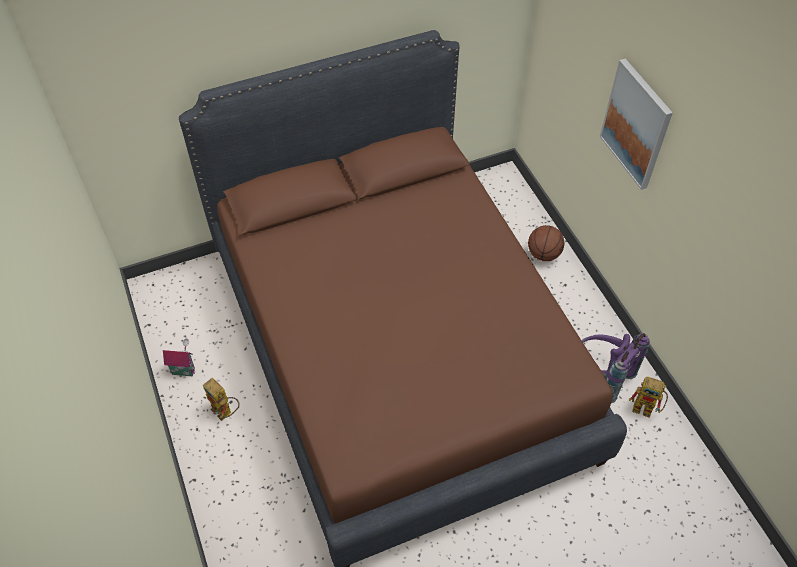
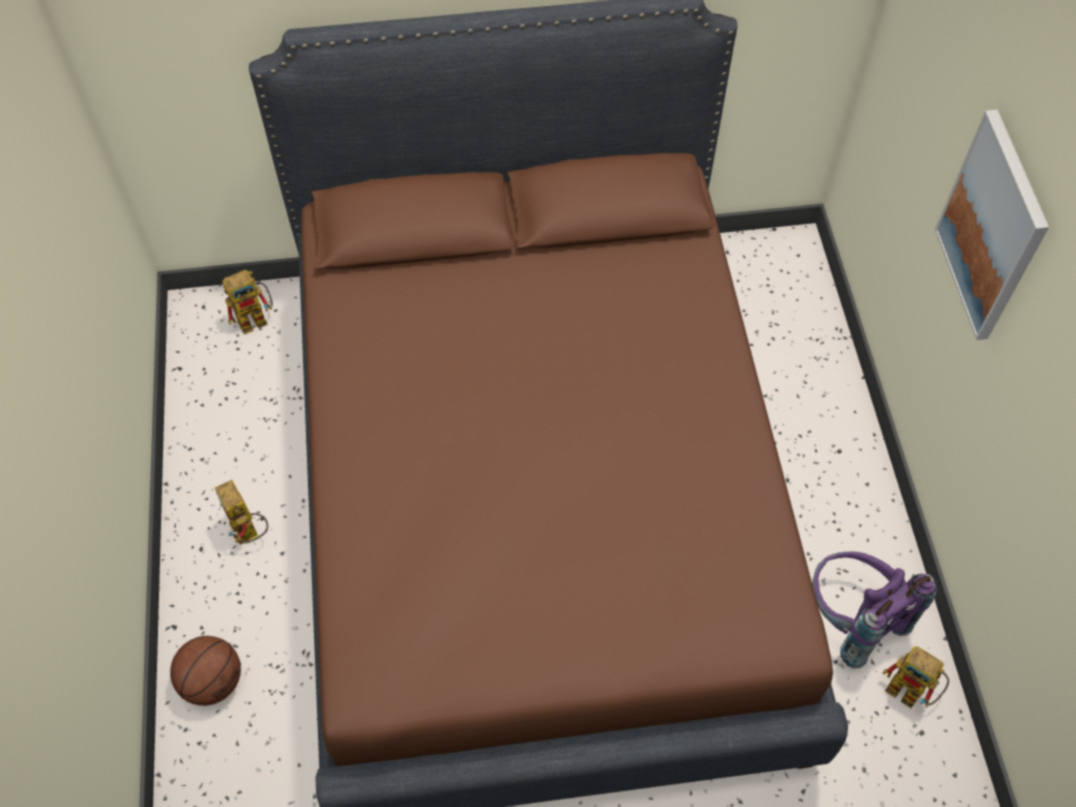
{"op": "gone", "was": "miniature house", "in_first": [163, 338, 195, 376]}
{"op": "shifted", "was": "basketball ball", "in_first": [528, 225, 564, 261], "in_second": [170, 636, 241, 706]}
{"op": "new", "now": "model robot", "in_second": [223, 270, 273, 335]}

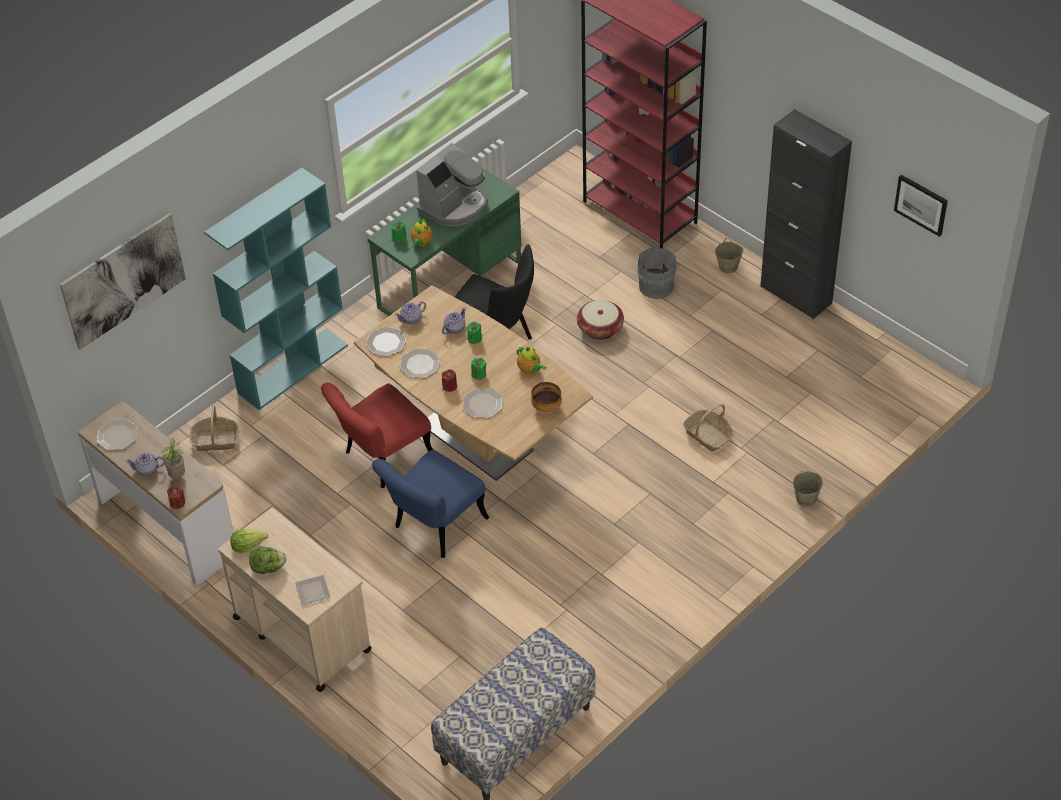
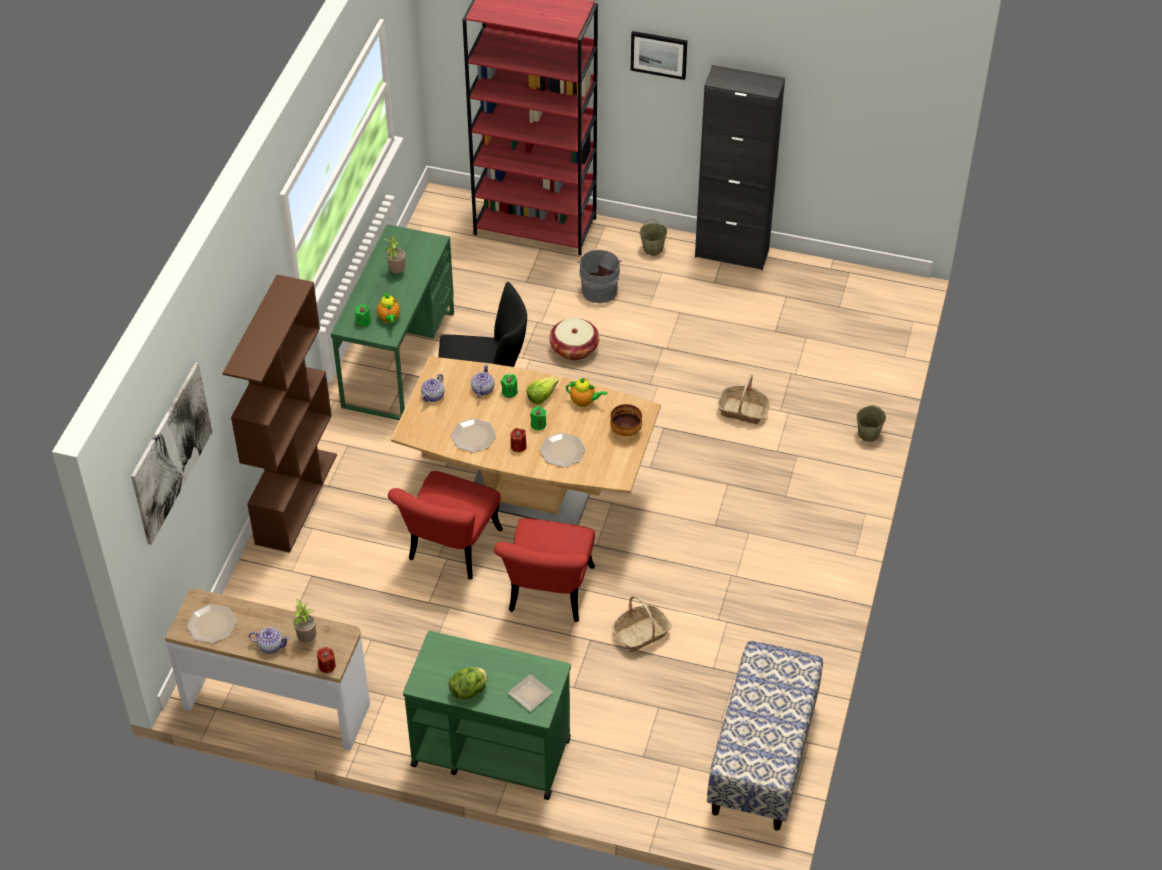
{"op": "rotated", "was": "tea pot", "in_first": [126, 453, 164, 476], "in_second": [249, 627, 290, 654], "clockwise": -135}
{"op": "shifted", "was": "storage basket", "in_first": [190, 405, 239, 451], "in_second": [612, 596, 672, 652]}
{"op": "repainted", "was": "turquoise bookshelf", "now": "brownish bookshelf", "in_first": [204, 168, 348, 410], "in_second": [223, 275, 337, 553]}
{"op": "repainted", "was": "beige-coloured cart", "now": "greenish cart", "in_first": [218, 508, 372, 692], "in_second": [403, 631, 571, 800]}
{"op": "shifted", "was": "lettuce head", "in_first": [230, 529, 268, 553], "in_second": [526, 377, 559, 404]}
{"op": "gone", "was": "flat dish", "in_first": [365, 326, 407, 357]}
{"op": "repainted", "was": "blue-coloured upright chair", "now": "reddish upright chair", "in_first": [372, 450, 489, 558], "in_second": [494, 518, 595, 622]}
{"op": "swapped", "was": "coffee brewer", "now": "potted plant", "in_first": [416, 143, 488, 226], "in_second": [383, 235, 406, 273]}
{"op": "shifted", "was": "wall art", "in_first": [894, 175, 948, 237], "in_second": [631, 31, 687, 80]}

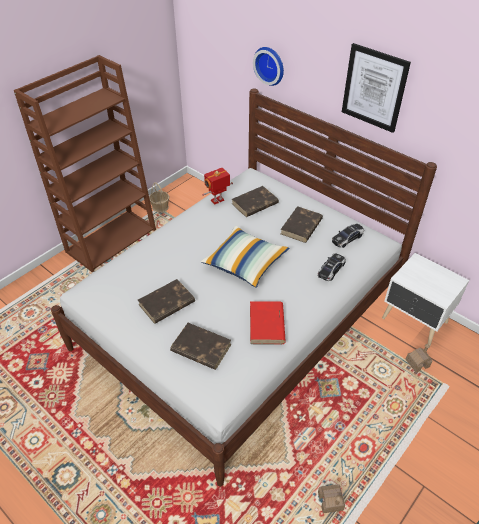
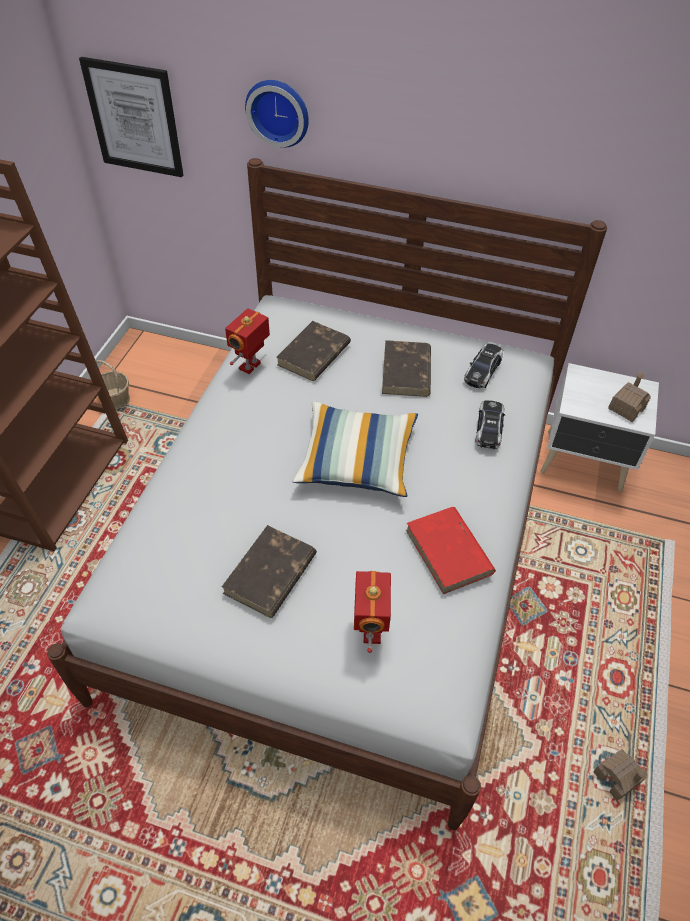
{"op": "swapped", "was": "brownish volume", "now": "model robot", "in_first": [170, 323, 231, 370], "in_second": [354, 571, 391, 653]}
{"op": "shifted", "was": "wall art", "in_first": [342, 43, 411, 133], "in_second": [79, 57, 183, 177]}
{"op": "shifted", "was": "miniature house", "in_first": [405, 344, 433, 373], "in_second": [608, 372, 651, 422]}

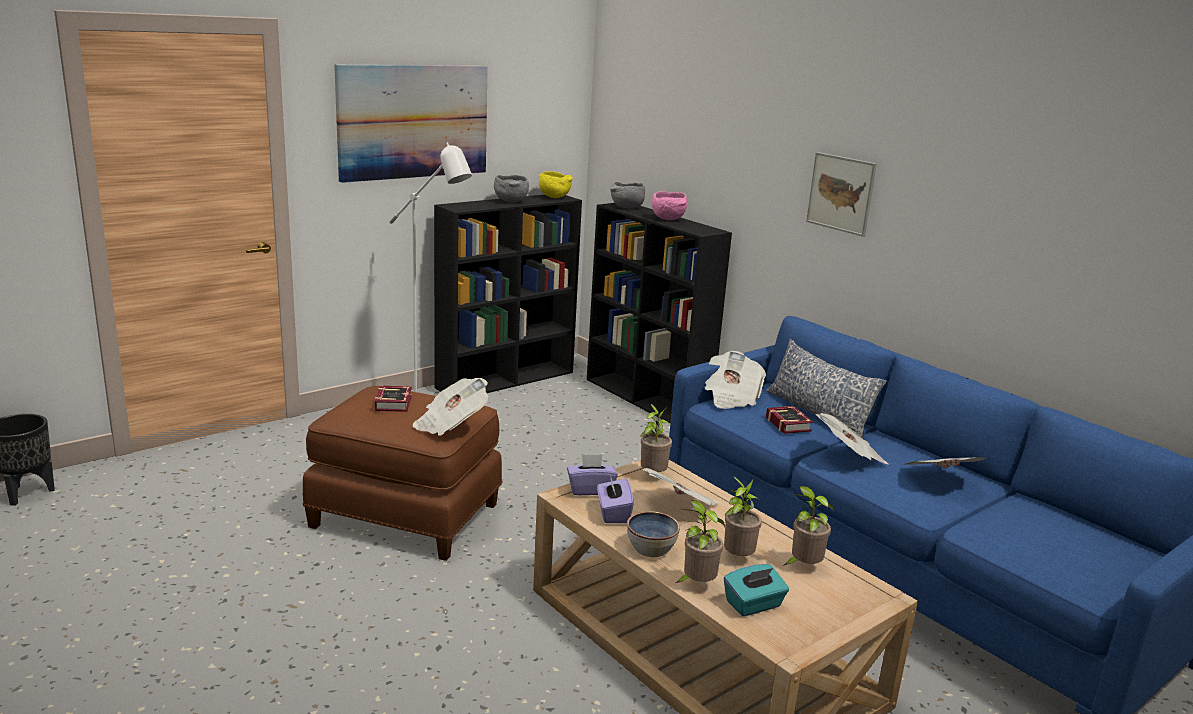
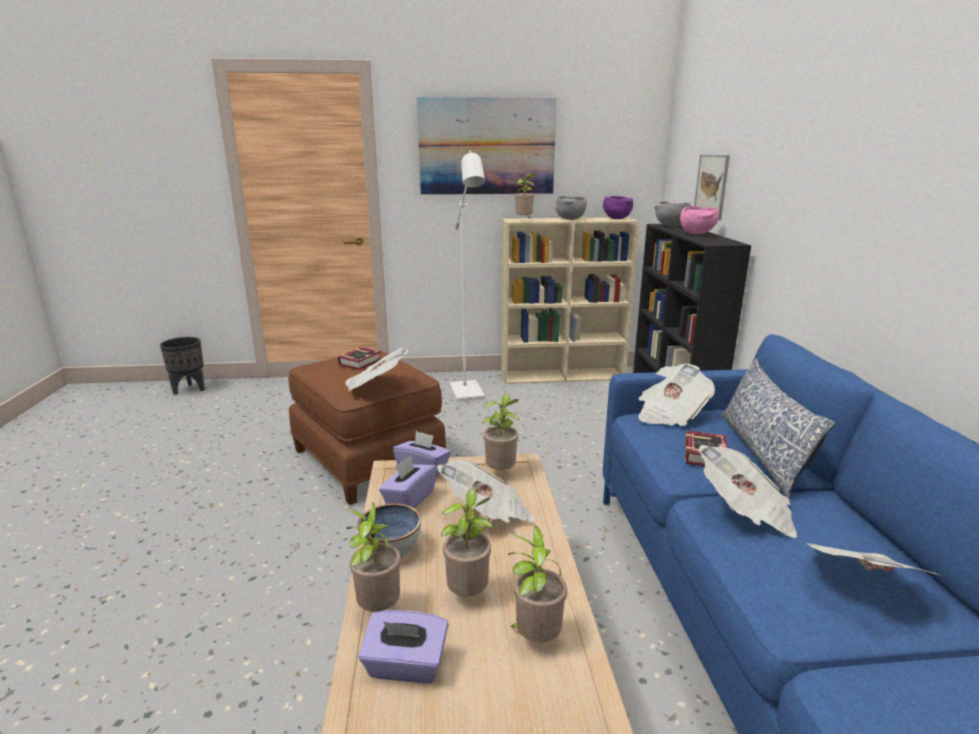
{"op": "repainted", "was": "black bookshelf", "now": "beige-coloured bookshelf", "in_first": [434, 195, 582, 393], "in_second": [501, 217, 639, 384]}
{"op": "repainted", "was": "yellow-coloured serving bowl", "now": "purple serving bowl", "in_first": [539, 171, 573, 198], "in_second": [603, 196, 633, 219]}
{"op": "repainted", "was": "turquoise tissue box", "now": "purple tissue box", "in_first": [724, 564, 789, 616], "in_second": [359, 610, 449, 683]}
{"op": "shifted", "was": "wall art", "in_first": [806, 152, 877, 237], "in_second": [694, 154, 730, 221]}
{"op": "new", "now": "potted plant", "in_second": [515, 174, 536, 219]}

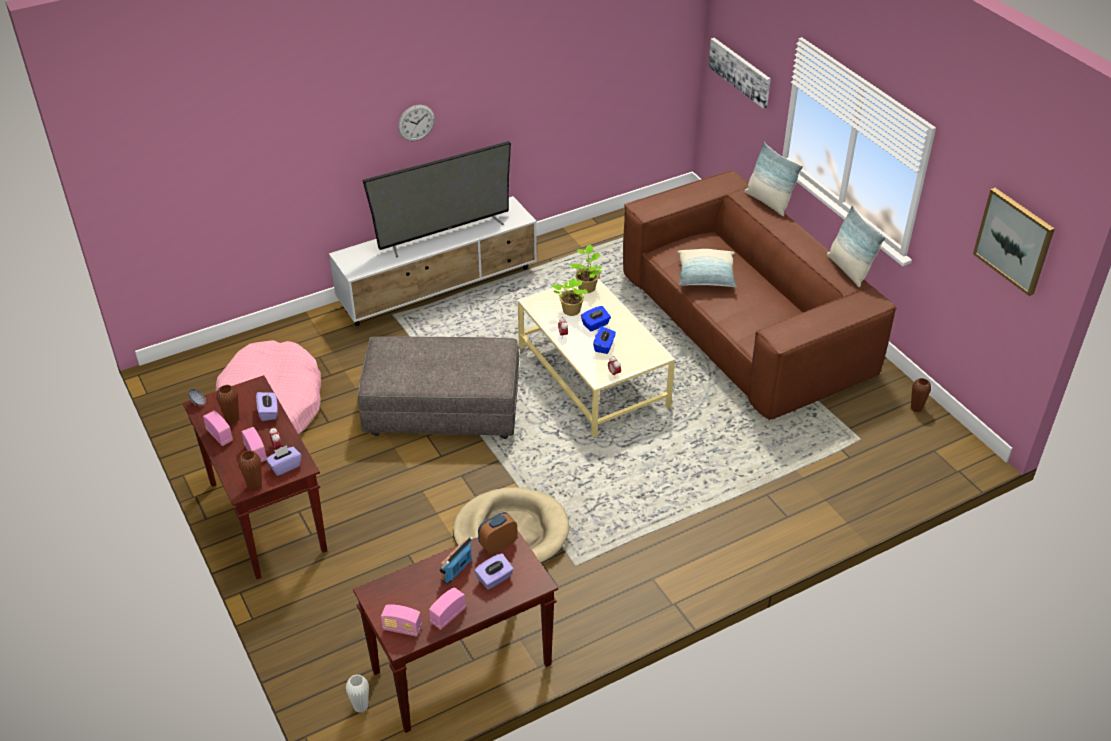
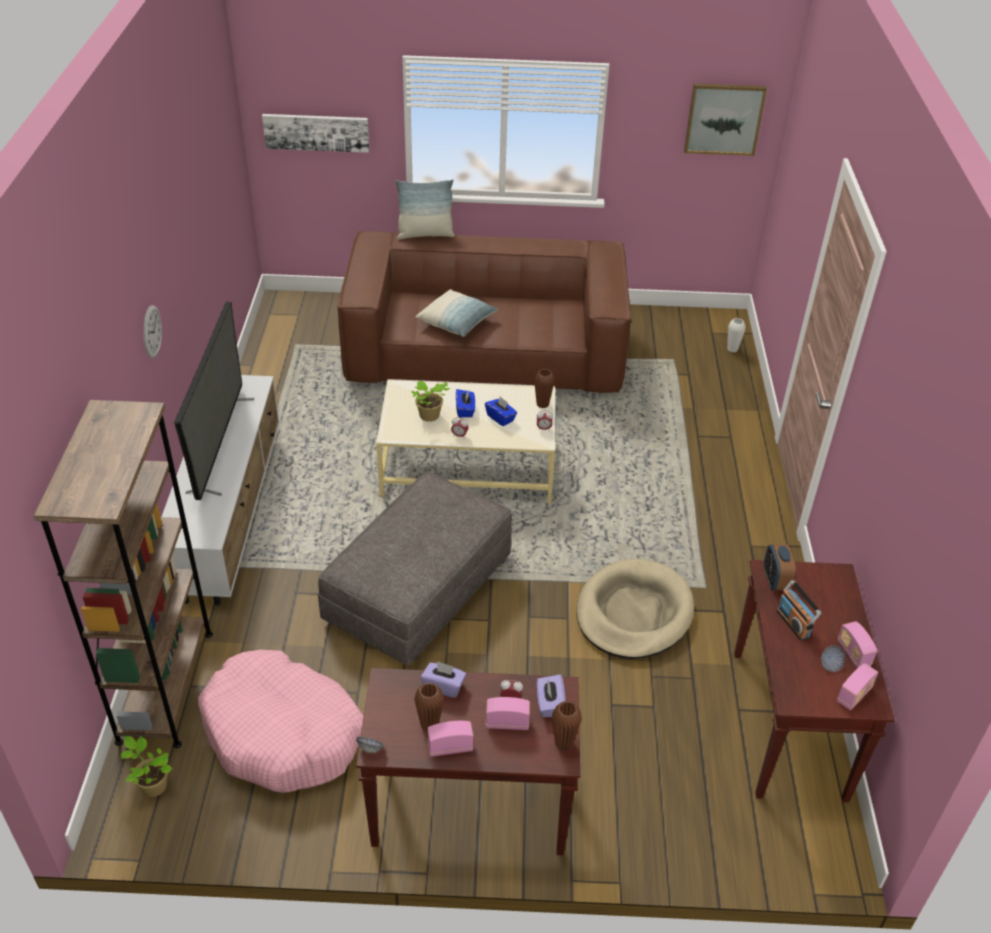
{"op": "shifted", "was": "whitish flower vase", "in_first": [346, 674, 369, 713], "in_second": [727, 318, 746, 352]}
{"op": "gone", "was": "purple tissue box", "in_first": [474, 553, 514, 590]}
{"op": "shifted", "was": "potted plant", "in_first": [569, 244, 602, 293], "in_second": [121, 736, 172, 797]}
{"op": "gone", "was": "pillow", "in_first": [826, 205, 886, 287]}
{"op": "shifted", "was": "brownish flower vase", "in_first": [911, 378, 931, 412], "in_second": [534, 369, 555, 408]}
{"op": "new", "now": "brownish bookshelf", "in_second": [34, 400, 213, 748]}
{"op": "new", "now": "serving bowl", "in_second": [821, 645, 846, 672]}

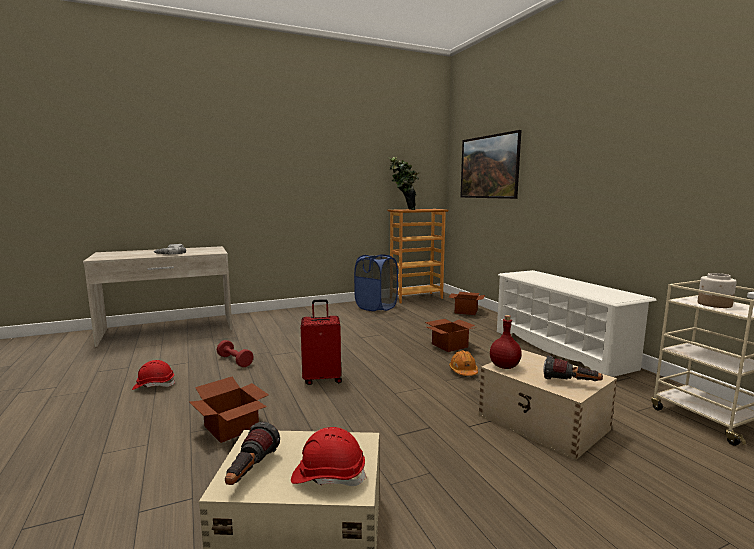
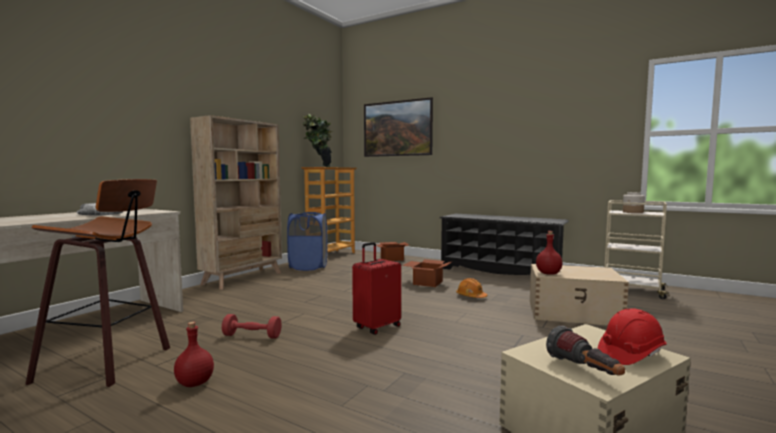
{"op": "swapped", "was": "reddish hard hat", "now": "reddish drink bottle", "in_first": [132, 360, 176, 390], "in_second": [174, 322, 214, 387]}
{"op": "gone", "was": "packing box", "in_first": [190, 376, 269, 443]}
{"op": "repainted", "was": "whitish shoe stand", "now": "black shoe stand", "in_first": [497, 270, 657, 377], "in_second": [440, 214, 569, 275]}
{"op": "gone", "was": "flashlight", "in_first": [543, 355, 603, 381]}
{"op": "new", "now": "stool seat", "in_second": [25, 179, 170, 387]}
{"op": "new", "now": "beige-coloured bookshelf", "in_second": [190, 115, 282, 290]}

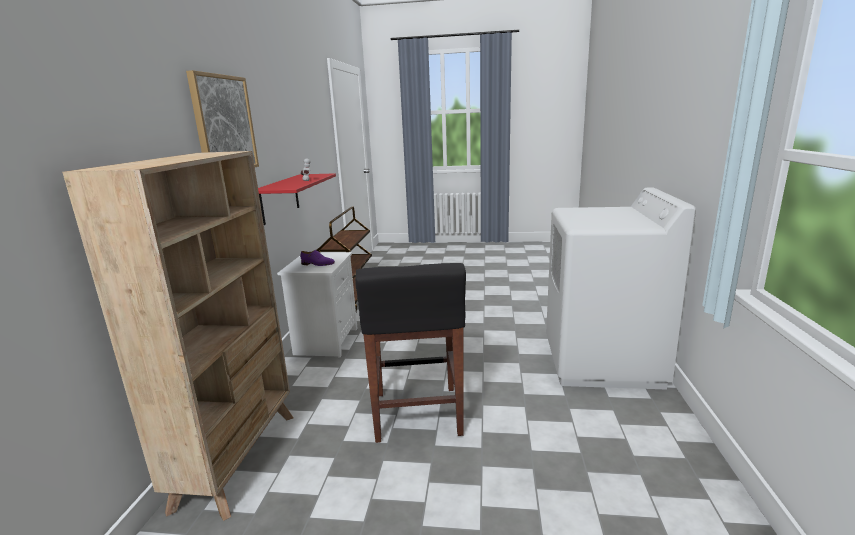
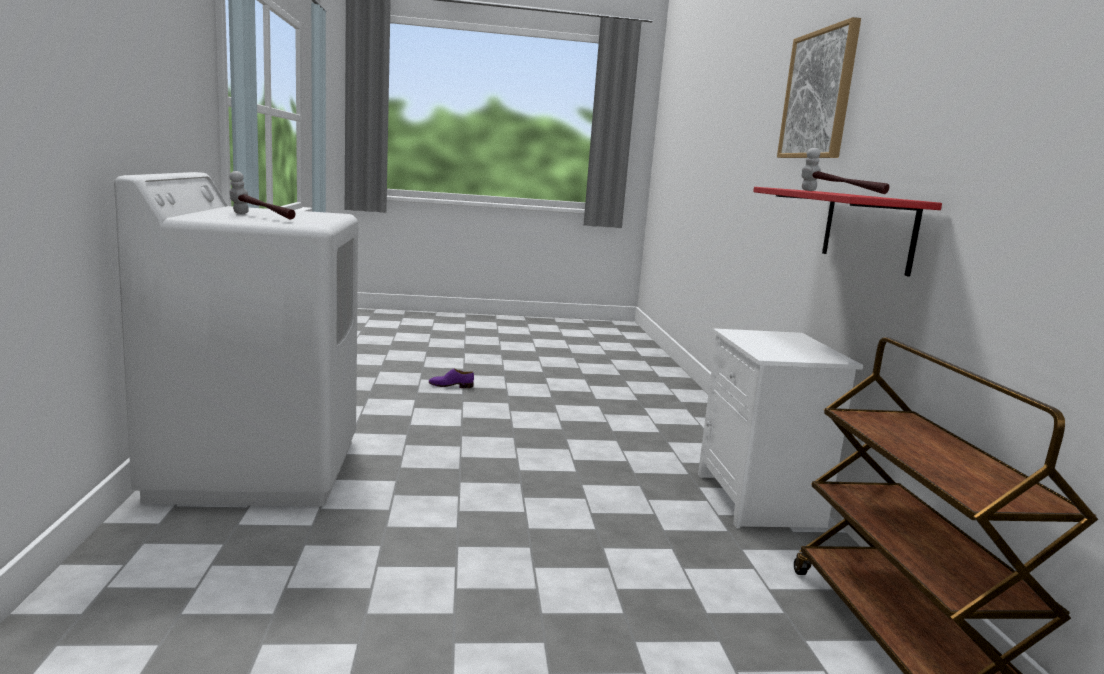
{"op": "gone", "was": "beige-coloured bookshelf", "in_first": [62, 151, 294, 521]}
{"op": "shifted", "was": "purple item of footwear", "in_first": [301, 250, 335, 266], "in_second": [429, 368, 474, 388]}
{"op": "gone", "was": "black stool seat", "in_first": [355, 263, 466, 443]}
{"op": "new", "now": "hand hammer", "in_second": [229, 171, 295, 220]}

